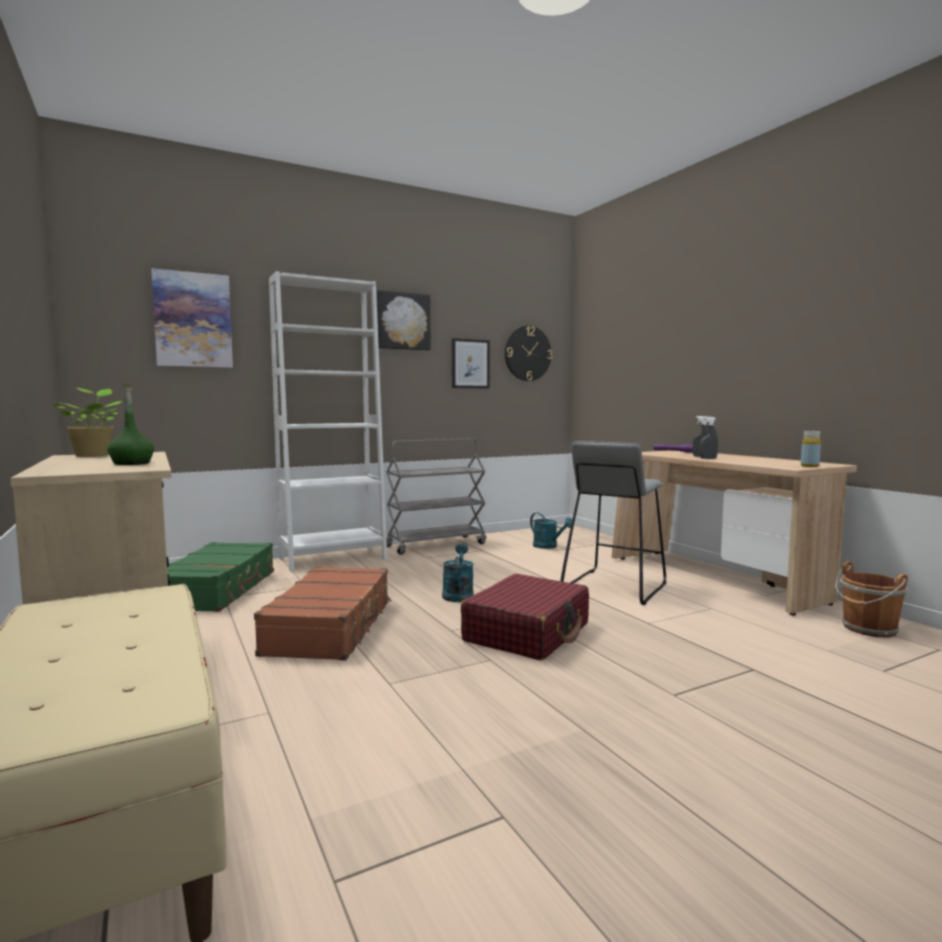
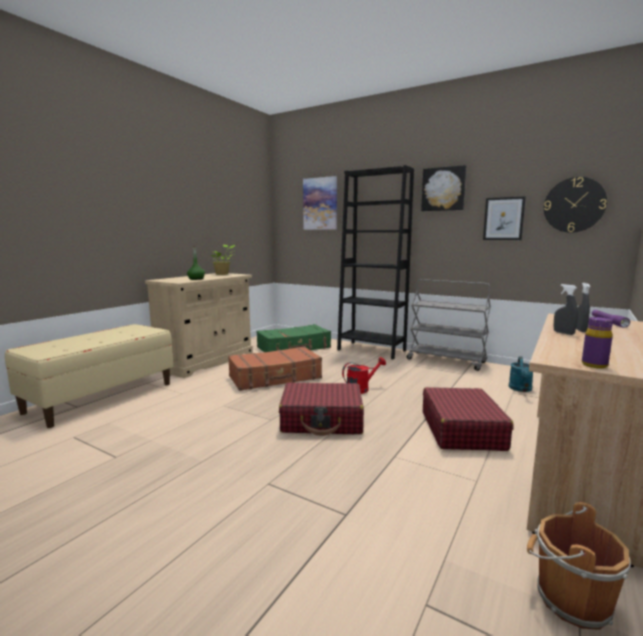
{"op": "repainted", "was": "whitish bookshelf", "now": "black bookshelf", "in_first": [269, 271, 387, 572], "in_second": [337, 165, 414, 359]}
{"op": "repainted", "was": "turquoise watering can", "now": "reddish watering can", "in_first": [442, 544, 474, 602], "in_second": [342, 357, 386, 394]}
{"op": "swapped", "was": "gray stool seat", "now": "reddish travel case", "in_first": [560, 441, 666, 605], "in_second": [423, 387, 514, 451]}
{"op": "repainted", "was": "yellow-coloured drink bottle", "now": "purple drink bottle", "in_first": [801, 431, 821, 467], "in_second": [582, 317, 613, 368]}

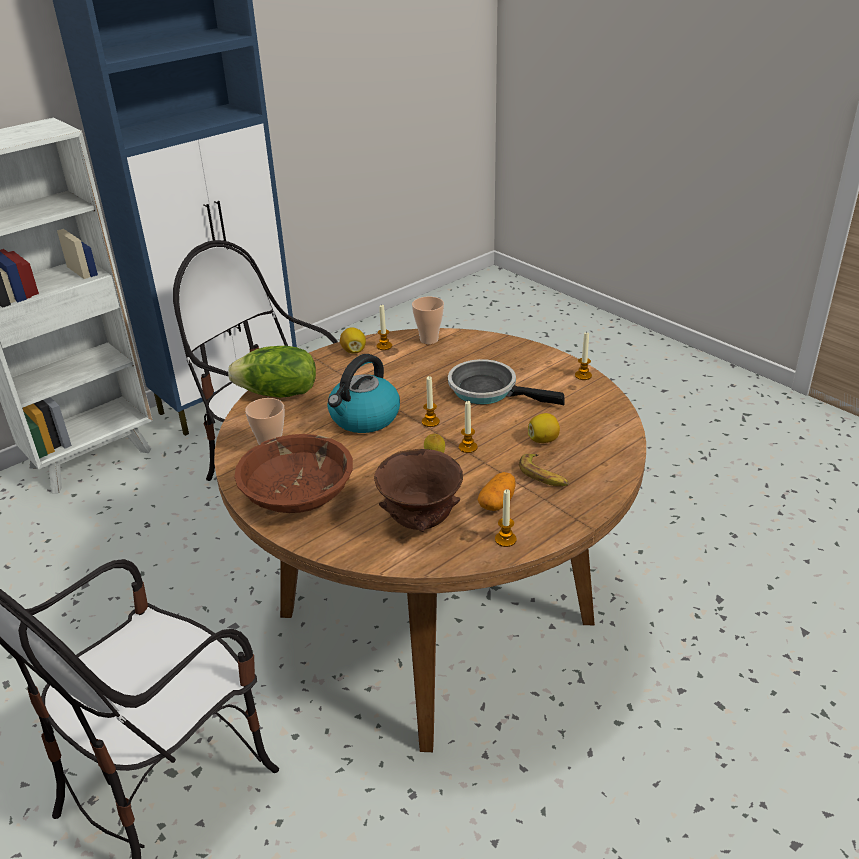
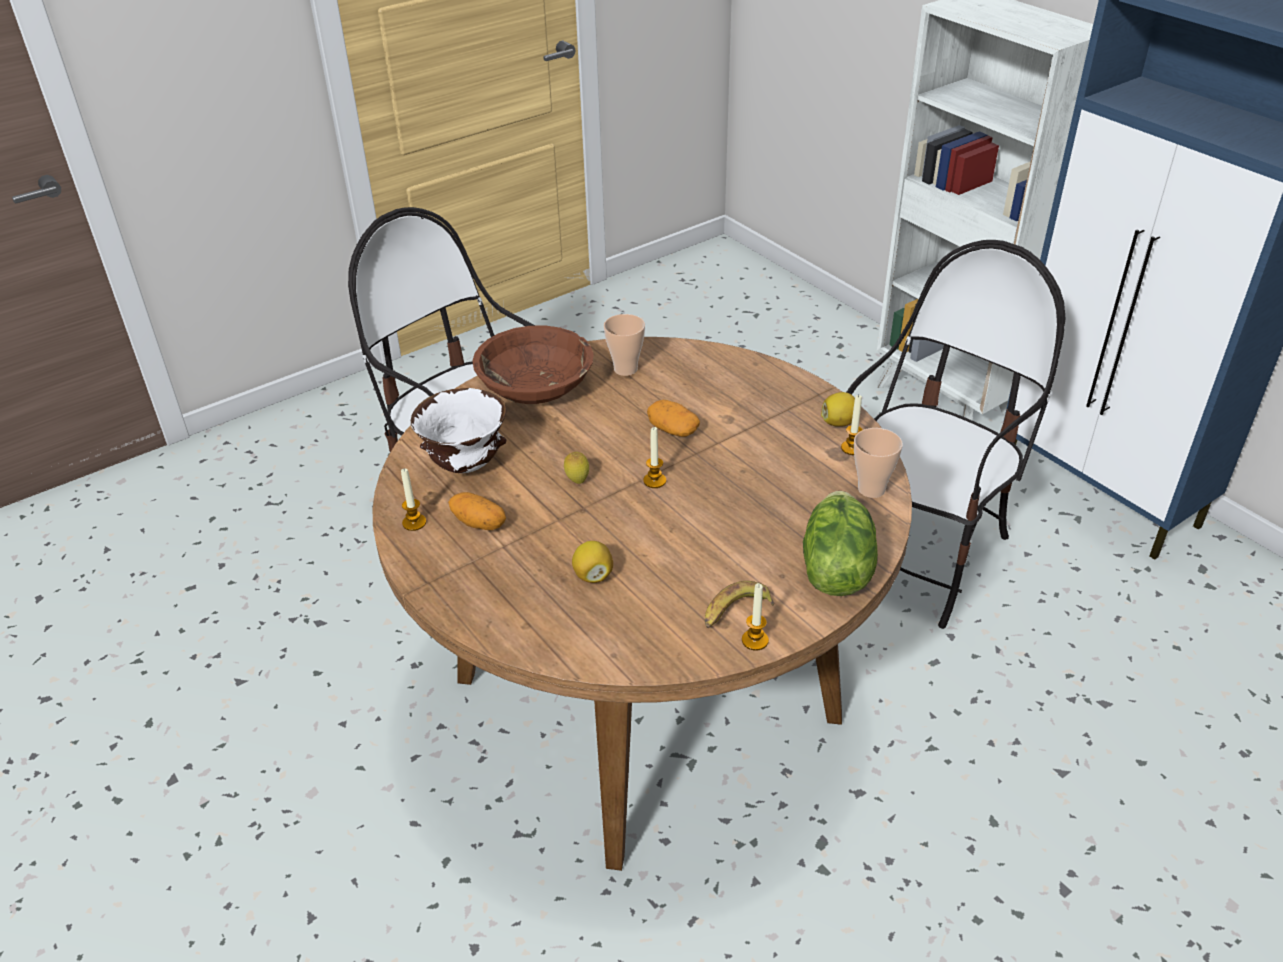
{"op": "shifted", "was": "lettuce head", "in_first": [228, 346, 316, 398], "in_second": [803, 491, 878, 596]}
{"op": "swapped", "was": "tea kettle", "now": "whole potato", "in_first": [327, 354, 400, 433], "in_second": [647, 400, 700, 437]}
{"op": "repainted", "was": "brownish serving bowl", "now": "whitish serving bowl", "in_first": [374, 449, 463, 532], "in_second": [410, 388, 506, 473]}
{"op": "gone", "was": "frying pan", "in_first": [448, 359, 565, 405]}
{"op": "gone", "was": "wax light", "in_first": [459, 401, 478, 453]}
{"op": "shifted", "was": "banana fruit", "in_first": [519, 454, 569, 487], "in_second": [705, 581, 774, 628]}

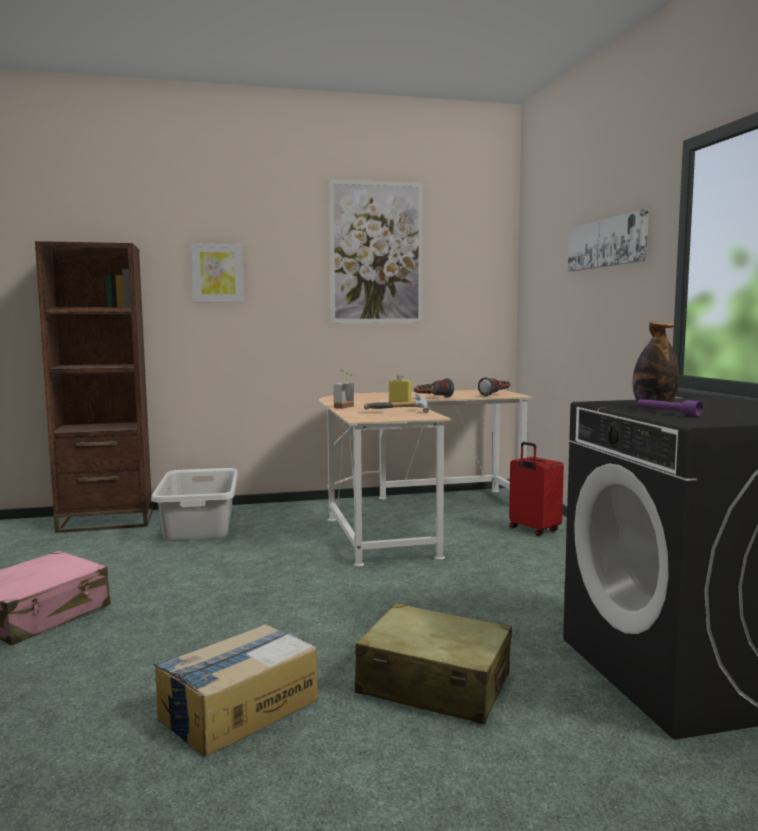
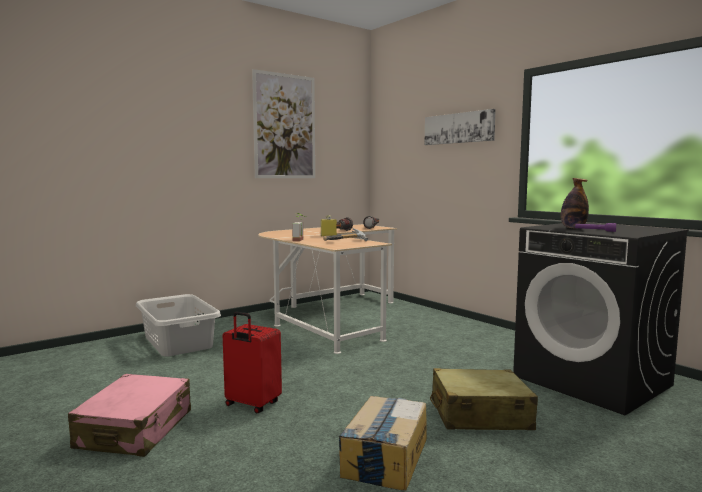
{"op": "gone", "was": "brownish bookshelf", "in_first": [35, 241, 153, 533]}
{"op": "gone", "was": "wall art", "in_first": [191, 243, 244, 303]}
{"op": "shifted", "was": "reddish travel case", "in_first": [509, 442, 564, 536], "in_second": [223, 311, 282, 413]}

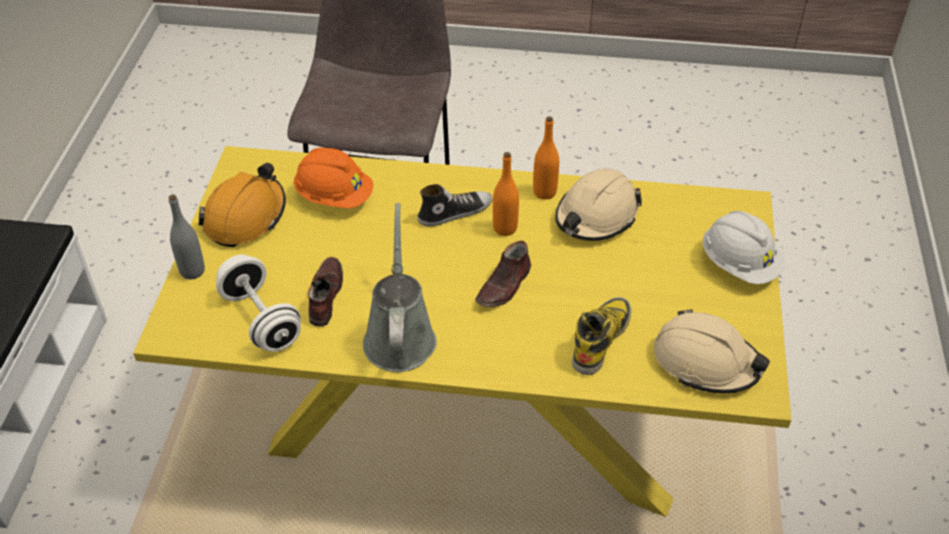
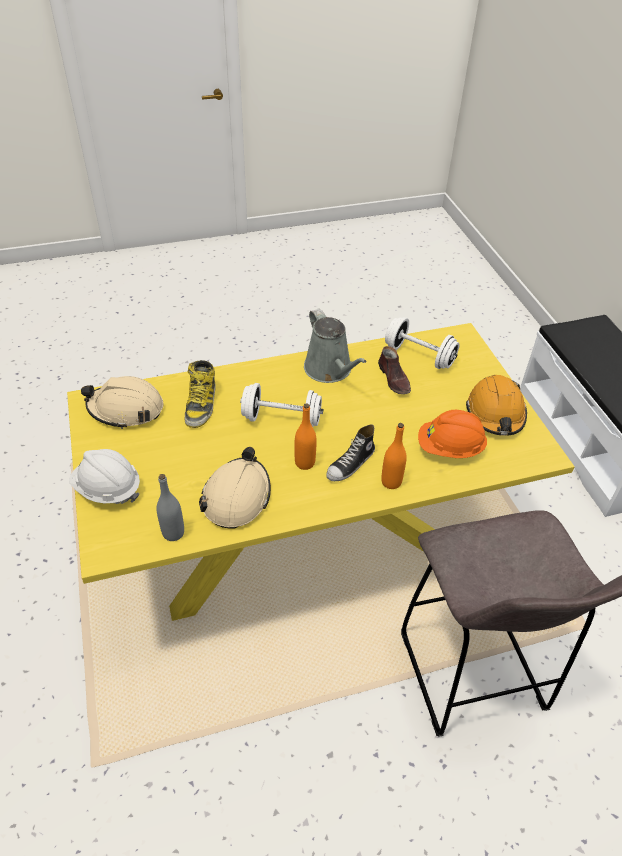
{"op": "shifted", "was": "gray drink bottle", "in_first": [169, 195, 205, 279], "in_second": [156, 474, 184, 541]}
{"op": "swapped", "was": "brownish item of footwear", "now": "whitish hand weight", "in_first": [475, 241, 531, 307], "in_second": [240, 383, 323, 427]}
{"op": "shifted", "was": "orange drink bottle", "in_first": [533, 116, 559, 200], "in_second": [381, 423, 407, 489]}

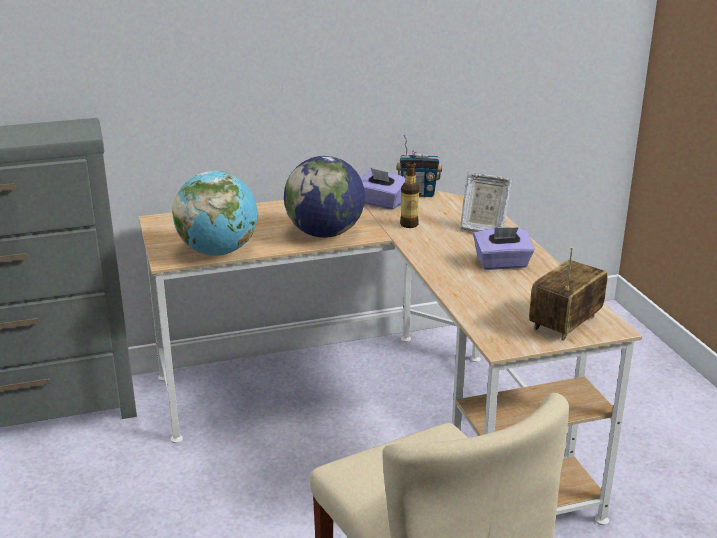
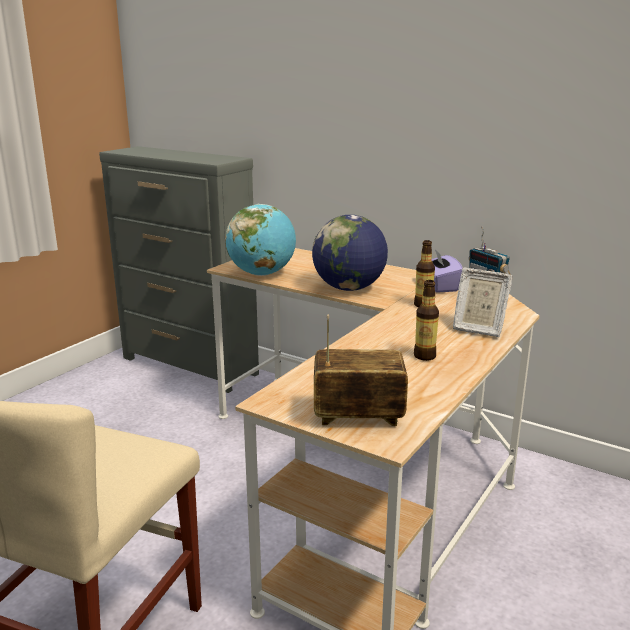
{"op": "rotated", "was": "standing frame", "in_first": [460, 172, 512, 232], "in_second": [453, 268, 512, 337], "clockwise": -45}
{"op": "swapped", "was": "purple tissue box", "now": "drink bottle", "in_first": [474, 227, 535, 270], "in_second": [414, 280, 439, 361]}

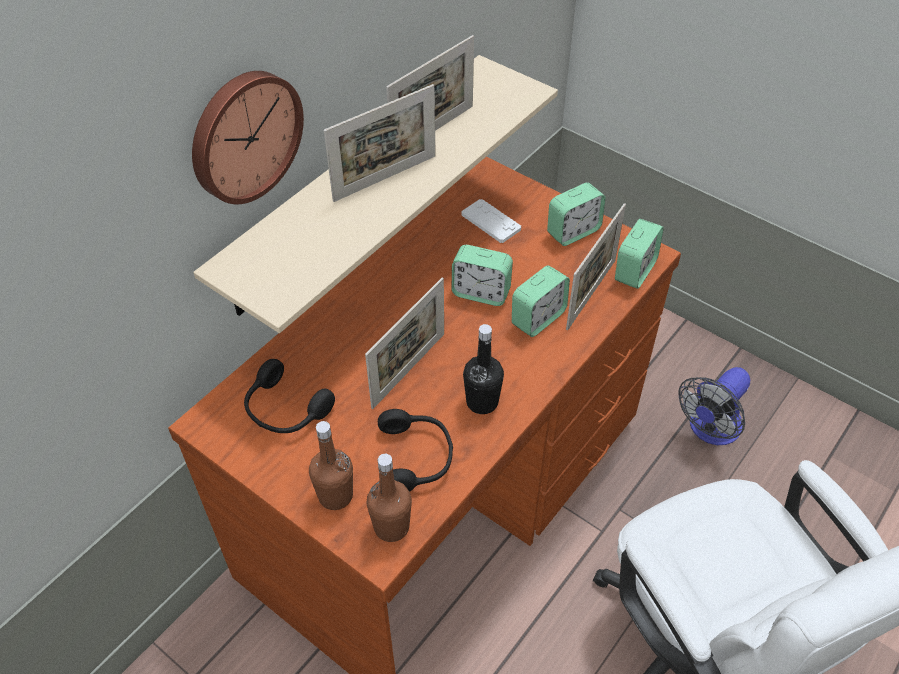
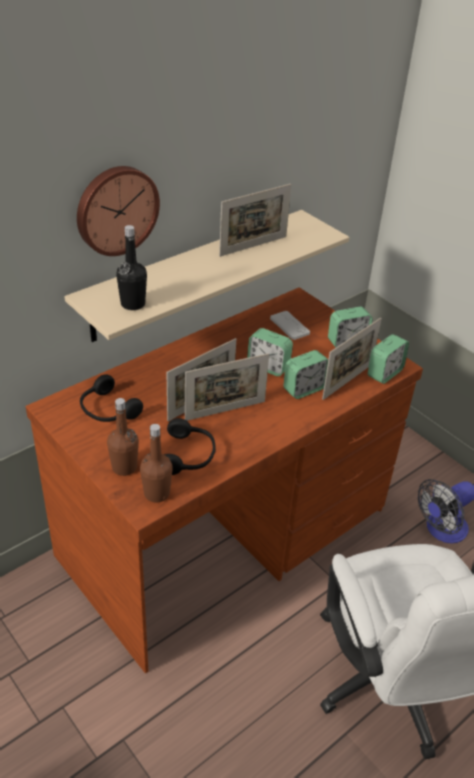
{"op": "shifted", "was": "standing frame", "in_first": [324, 84, 436, 202], "in_second": [185, 353, 269, 421]}
{"op": "shifted", "was": "black drink bottle", "in_first": [463, 324, 504, 414], "in_second": [116, 225, 147, 310]}

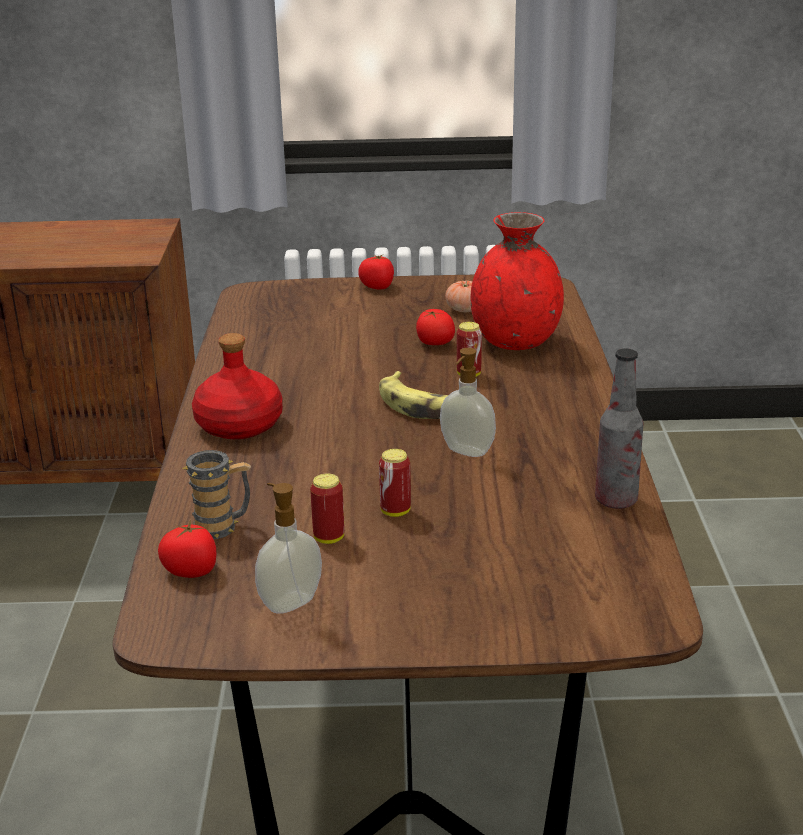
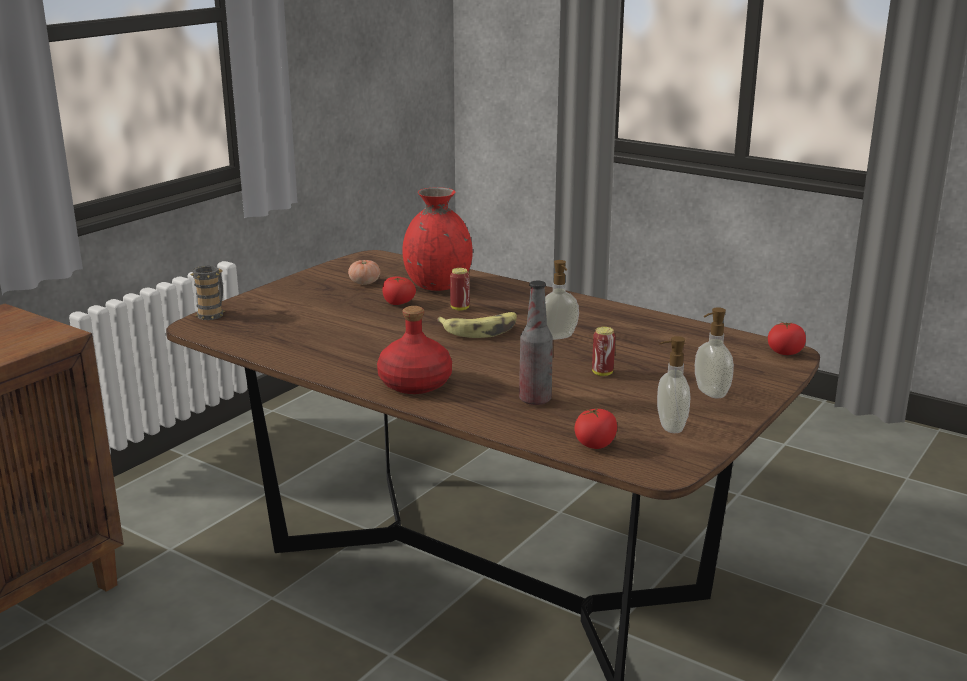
{"op": "shifted", "was": "mug", "in_first": [182, 450, 251, 539], "in_second": [190, 266, 225, 320]}
{"op": "gone", "was": "can", "in_first": [310, 473, 345, 544]}
{"op": "shifted", "was": "whole tomato", "in_first": [358, 255, 394, 289], "in_second": [768, 321, 806, 355]}
{"op": "shifted", "was": "drink bottle", "in_first": [595, 348, 644, 509], "in_second": [519, 281, 553, 405]}
{"op": "new", "now": "liquid soap bottle", "in_second": [695, 307, 734, 399]}

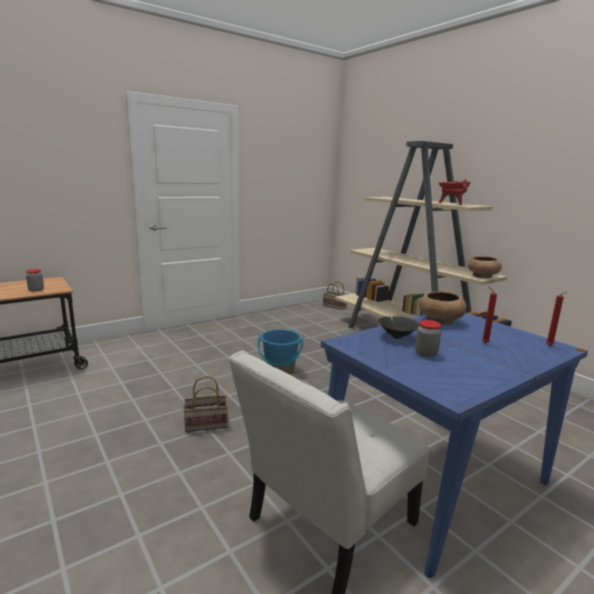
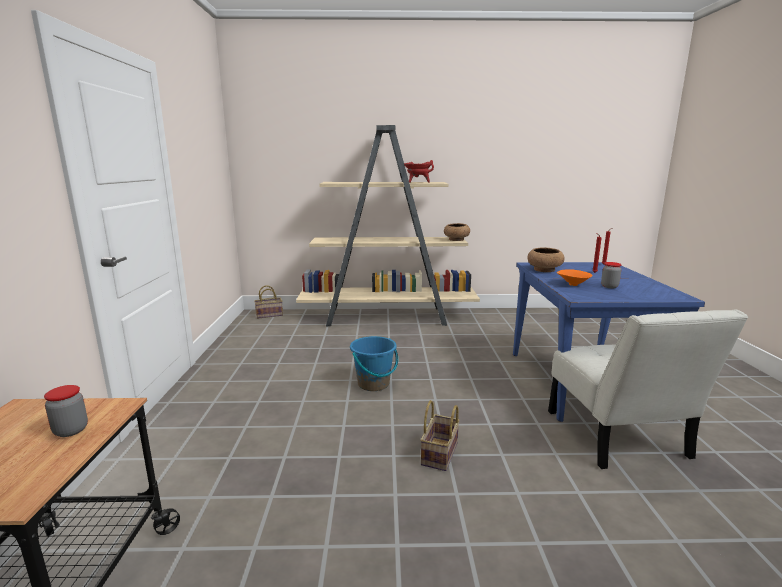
{"op": "repainted", "was": "black serving bowl", "now": "orange serving bowl", "in_first": [378, 317, 420, 339], "in_second": [557, 269, 593, 286]}

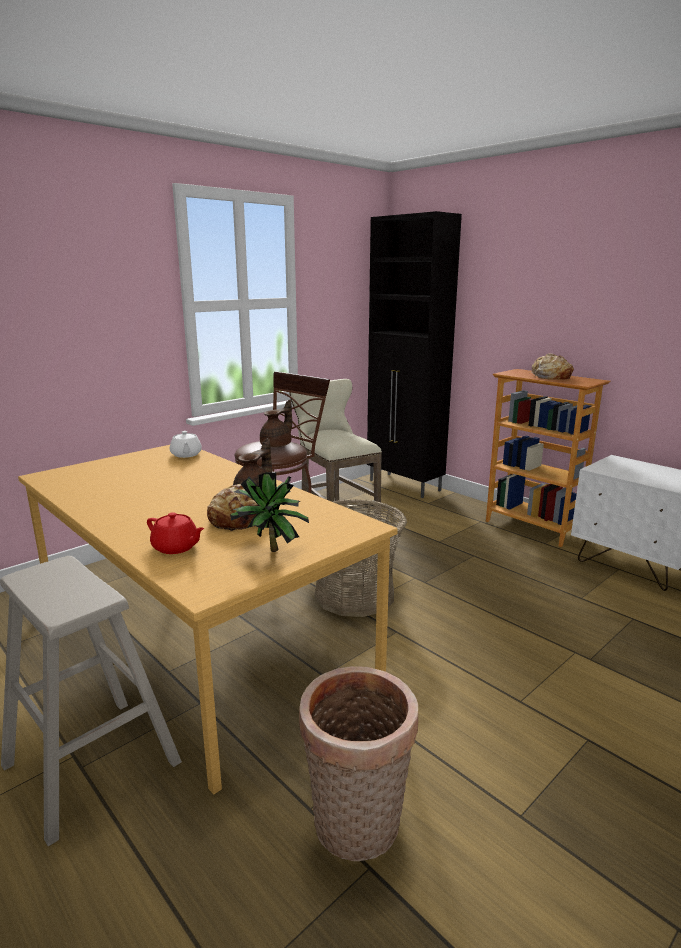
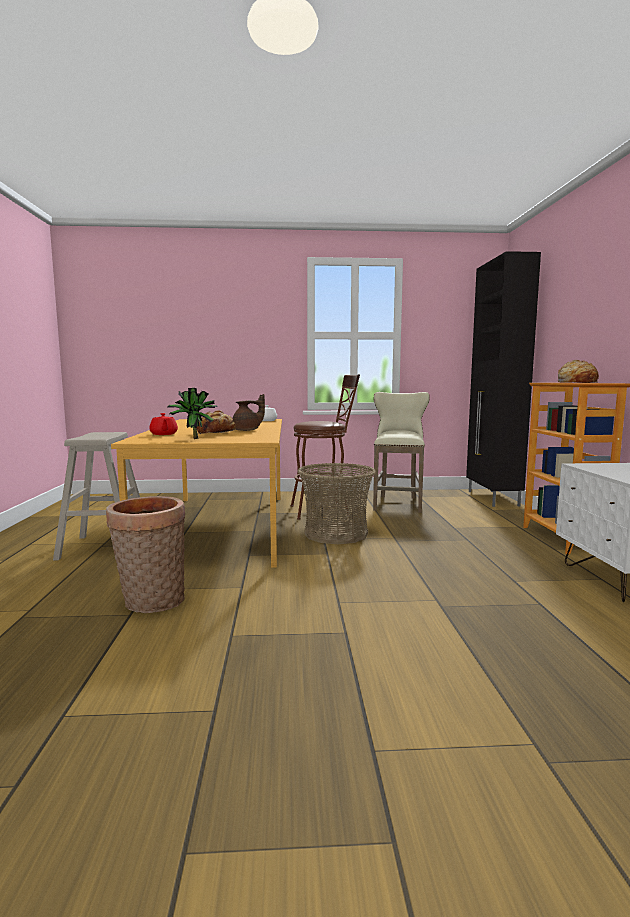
{"op": "gone", "was": "brownish tea pot", "in_first": [260, 400, 292, 447]}

